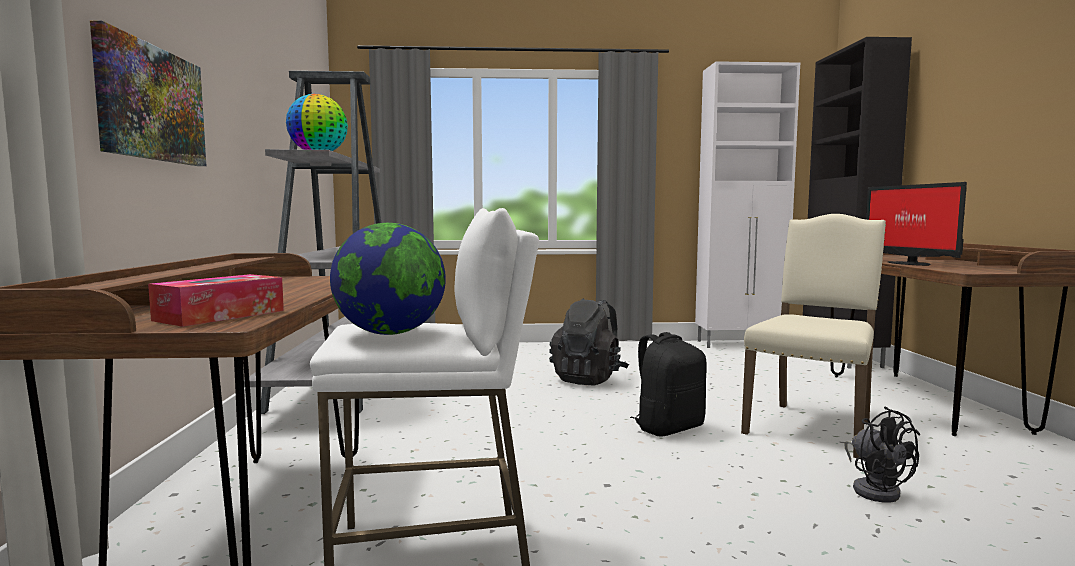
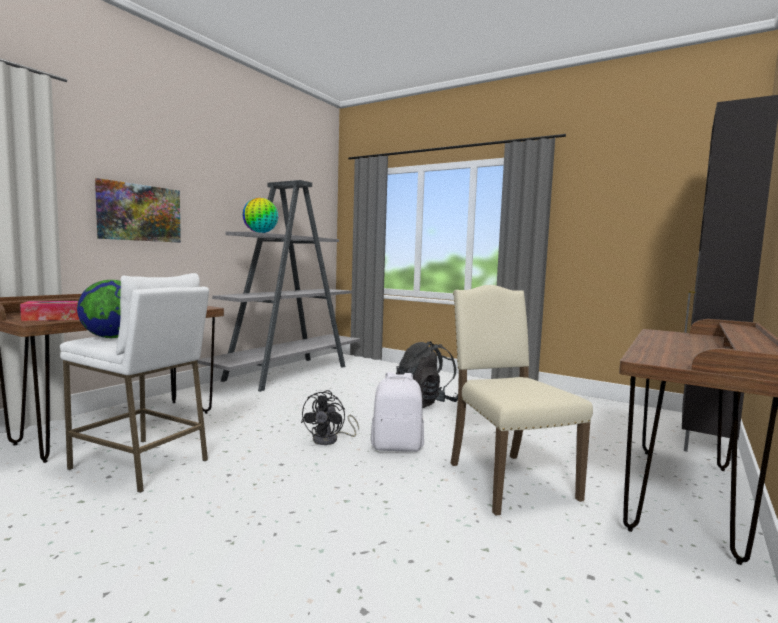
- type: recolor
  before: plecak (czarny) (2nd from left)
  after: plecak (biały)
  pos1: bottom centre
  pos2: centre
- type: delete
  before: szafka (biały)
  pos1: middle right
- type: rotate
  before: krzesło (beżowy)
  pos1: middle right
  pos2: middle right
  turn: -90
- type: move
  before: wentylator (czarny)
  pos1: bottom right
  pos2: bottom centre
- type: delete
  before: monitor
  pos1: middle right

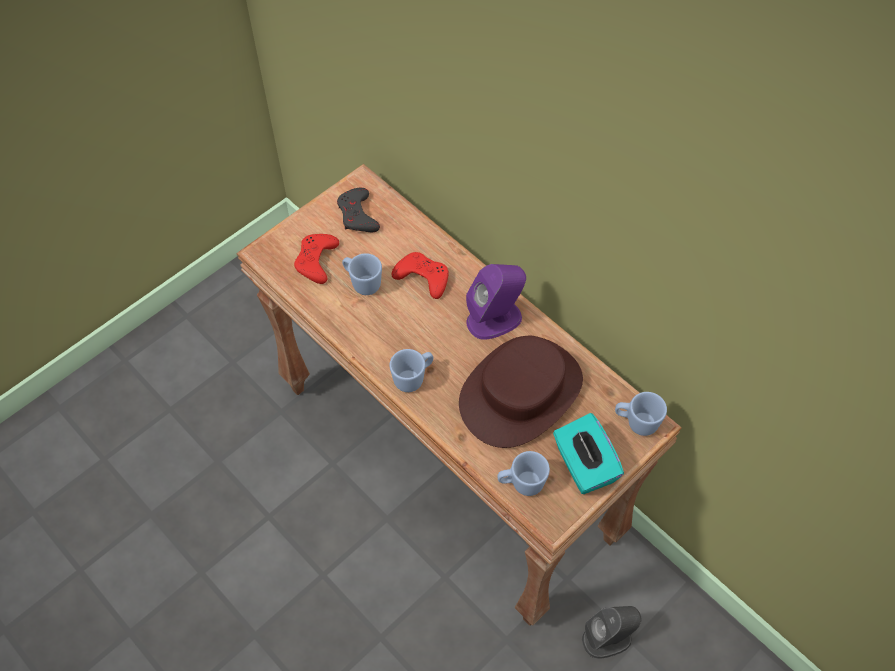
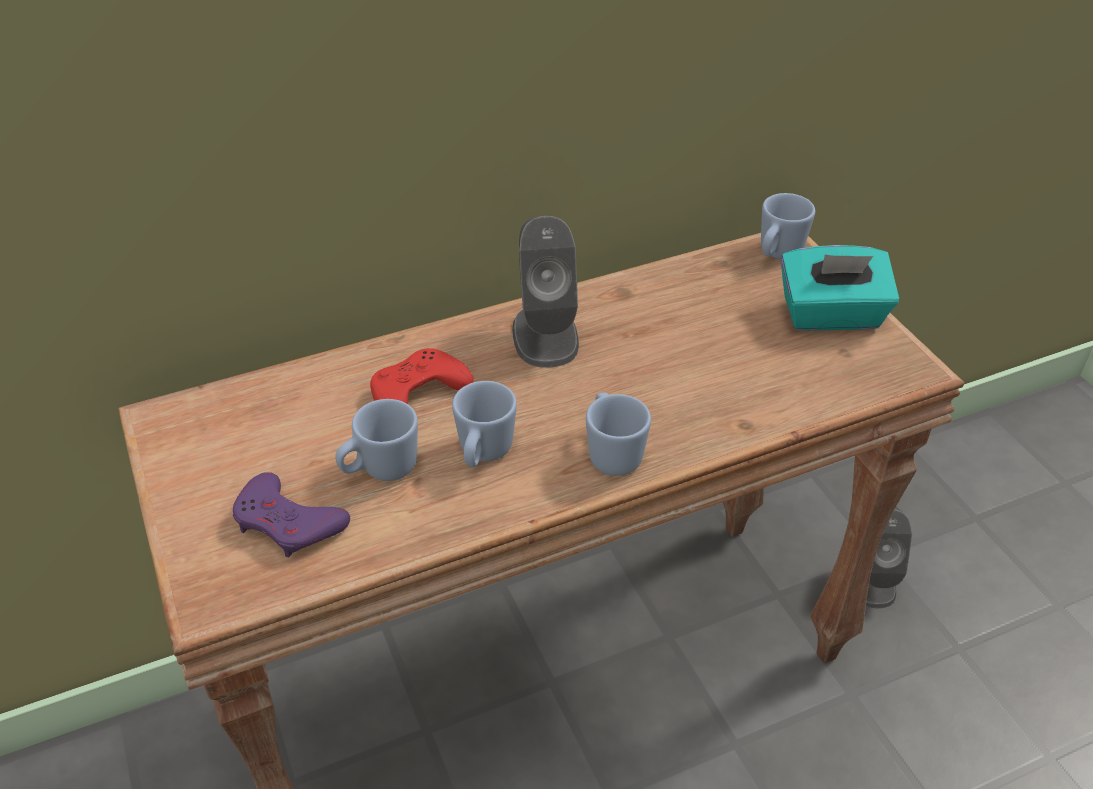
- type: recolor
  before: pad do gier (czerwony) (1st from left)
  after: pad do gier (fioletowy)
  pos1: centre
  pos2: middle left
- type: delete
  before: pad do gier (szary)
  pos1: top centre
- type: delete
  before: kapelusz (brązowy)
  pos1: centre
- type: recolor
  before: głośnik (fioletowy)
  after: głośnik (szary) (1st from left)
  pos1: centre
  pos2: centre
- type: move
  before: kubek (niebieski) (3rd from left in the first image)
  after: kubek (niebieski) (2nd from left)
  pos1: bottom centre
  pos2: centre

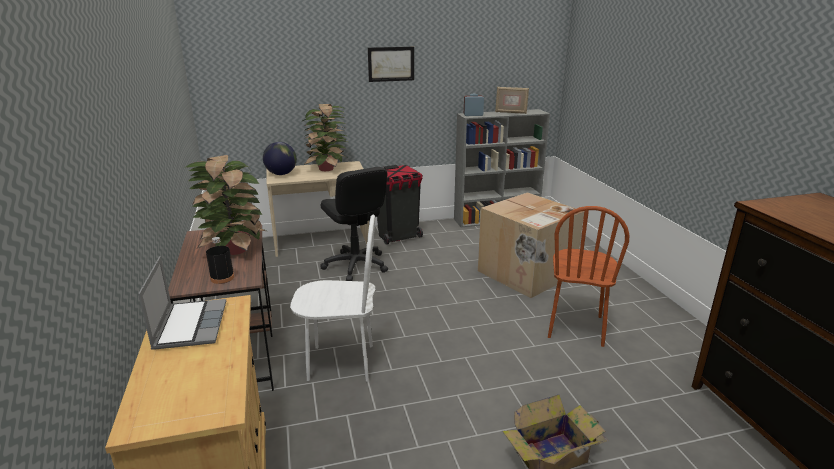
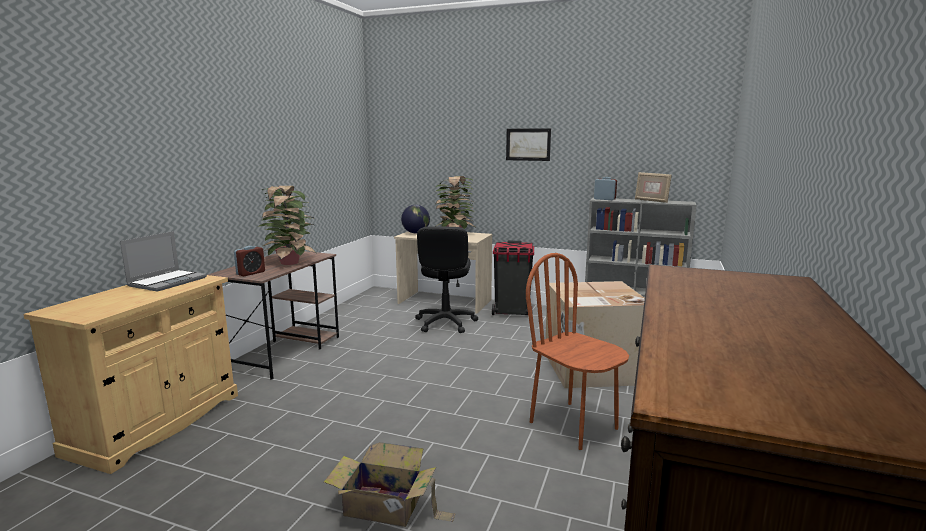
- type: replace
  before: butelka (czarny)
  after: budzik (1st from left)
  pos1: middle left
  pos2: middle left
- type: delete
  before: krzesło (biały)
  pos1: centre
- type: rotate
  before: krzesło (brązowy)
  pos1: middle right
  pos2: centre
  turn: 90

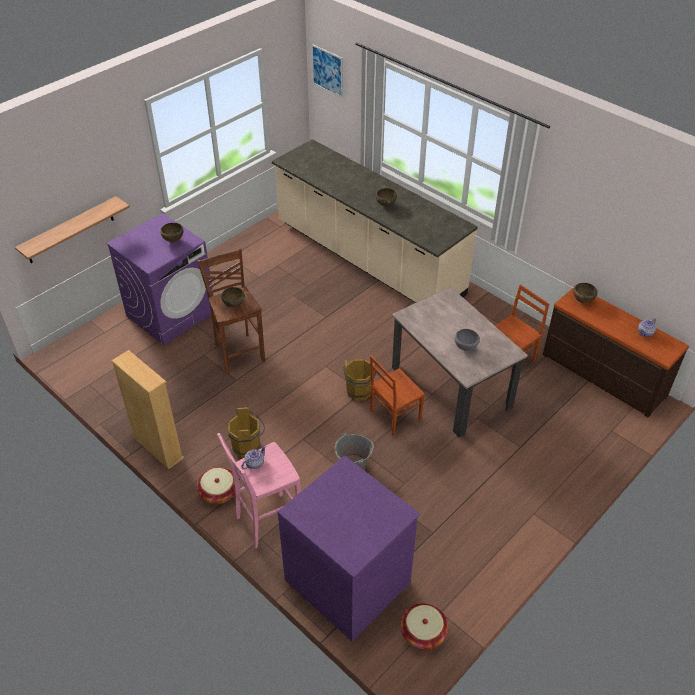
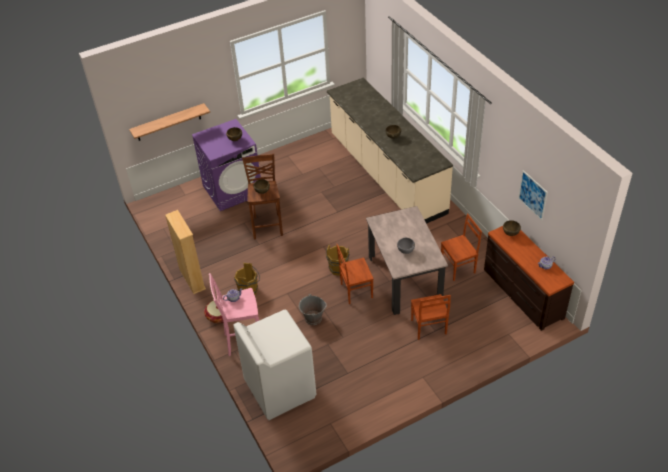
- type: replace
  before: komoda (fioletowy)
  after: pralka (biały)
  pos1: bottom centre
  pos2: bottom centre
- type: move
  before: obraz
  pos1: top centre
  pos2: middle right
- type: delete
  before: koszyk (2nd from left)
  pos1: bottom centre
- type: insert
  after: krzesło (brązowy) (2nd from left)
  pos2: bottom centre

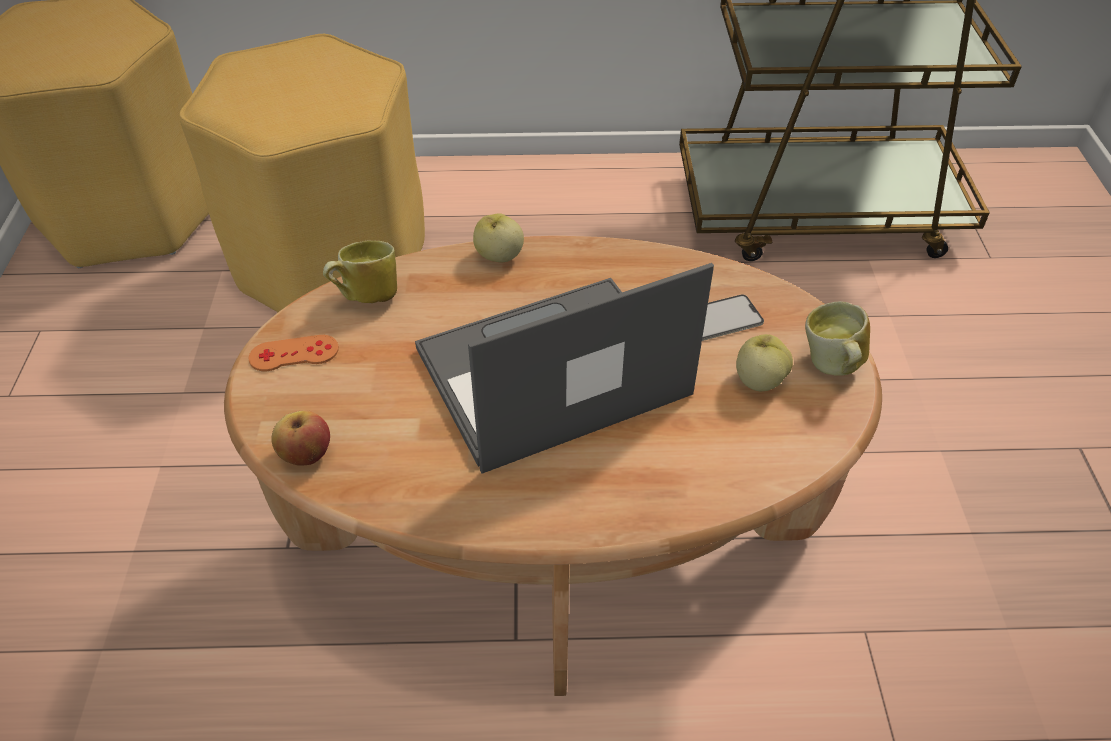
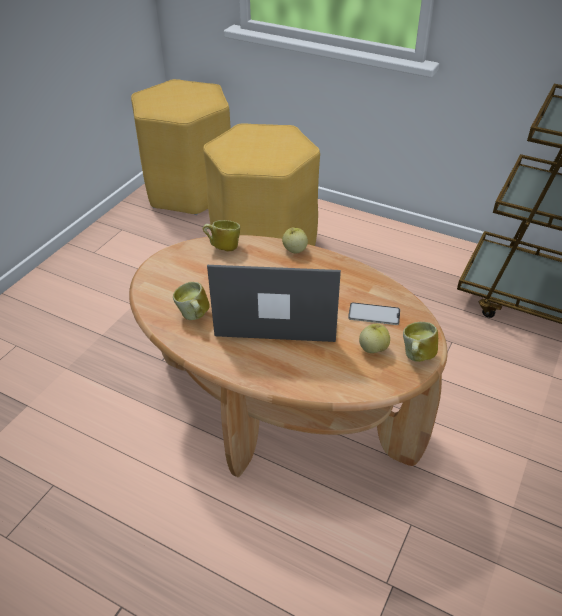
- type: delete
  before: pad do gier (pomarańczowy)
  pos1: middle left
- type: delete
  before: jabłko (1st from left)
  pos1: middle left
- type: insert
  after: kubek (1st from left)
  pos2: centre

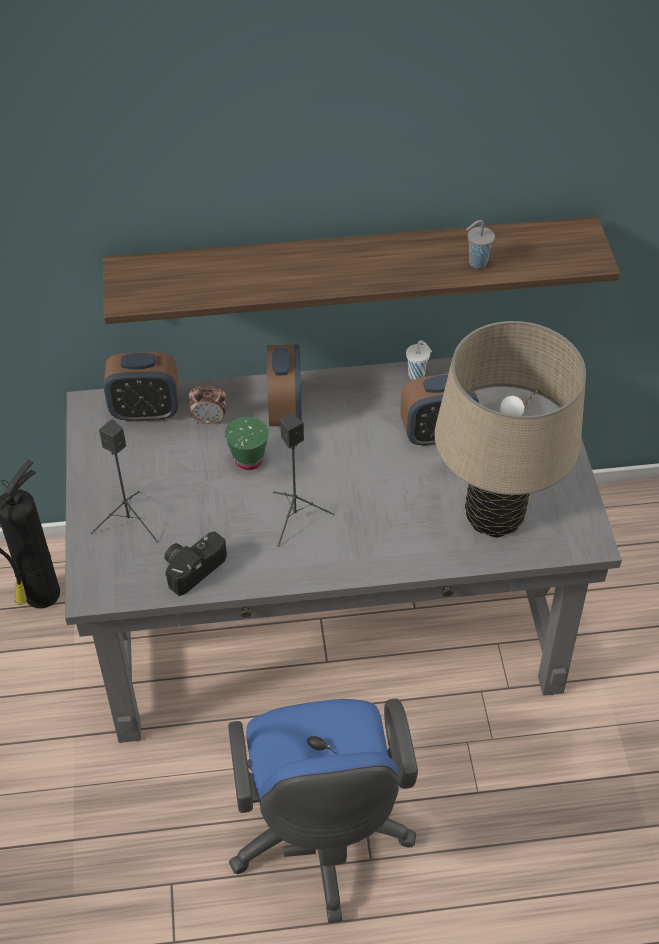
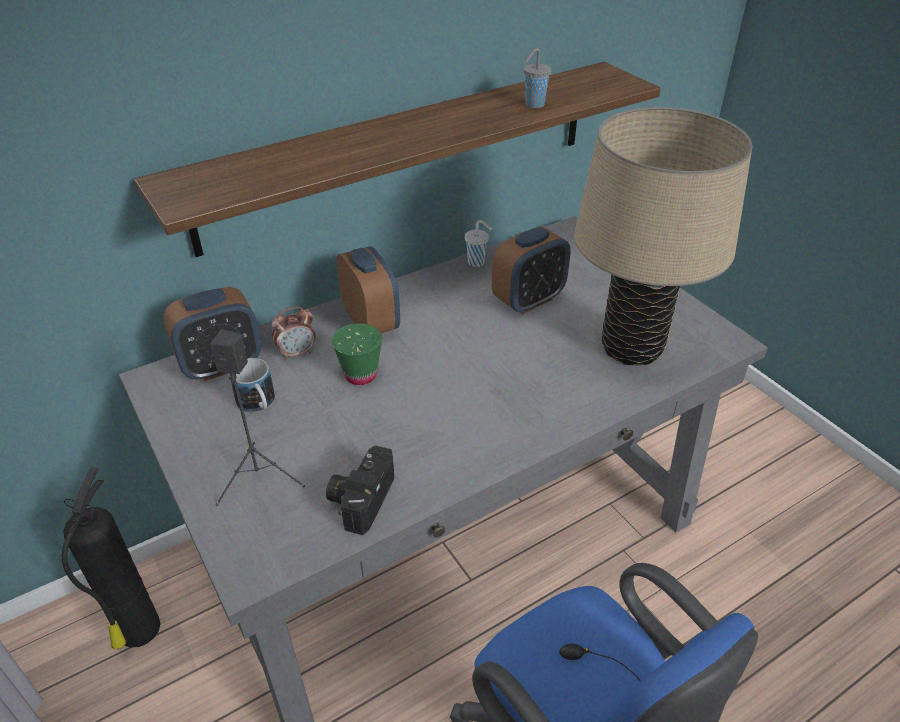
- type: delete
  before: głośnik (czarny) (2nd from left)
  pos1: centre
- type: insert
  after: kubek
  pos2: middle left

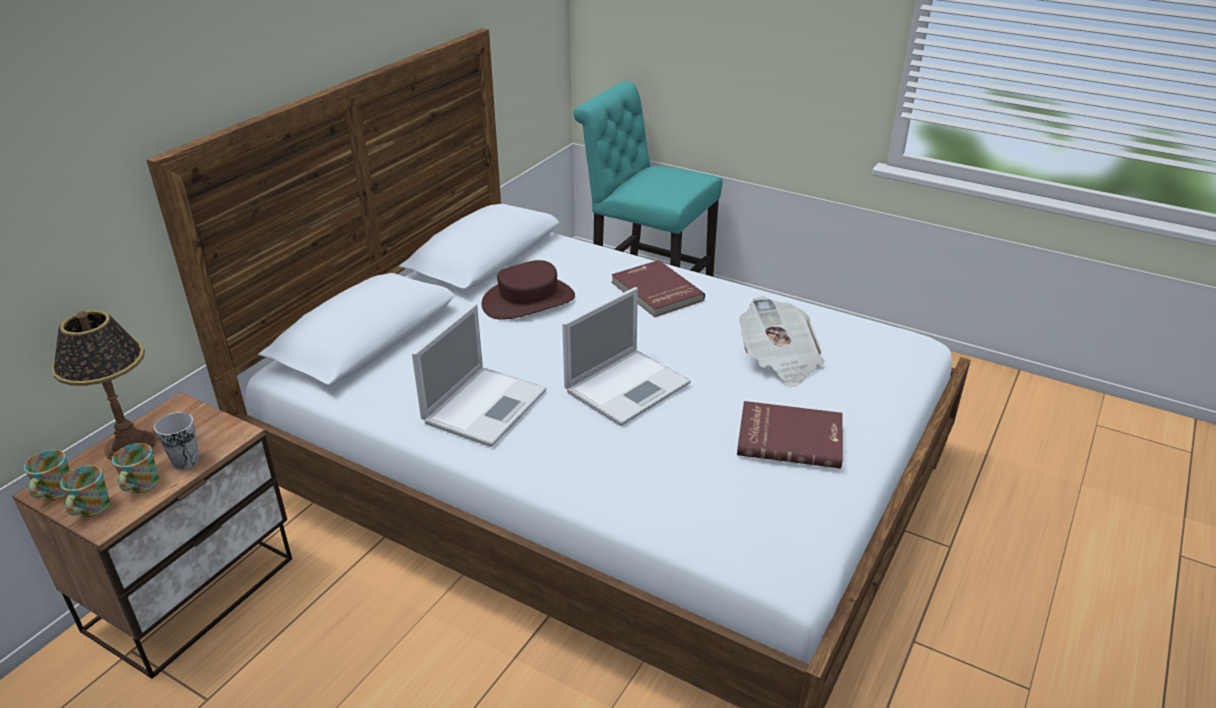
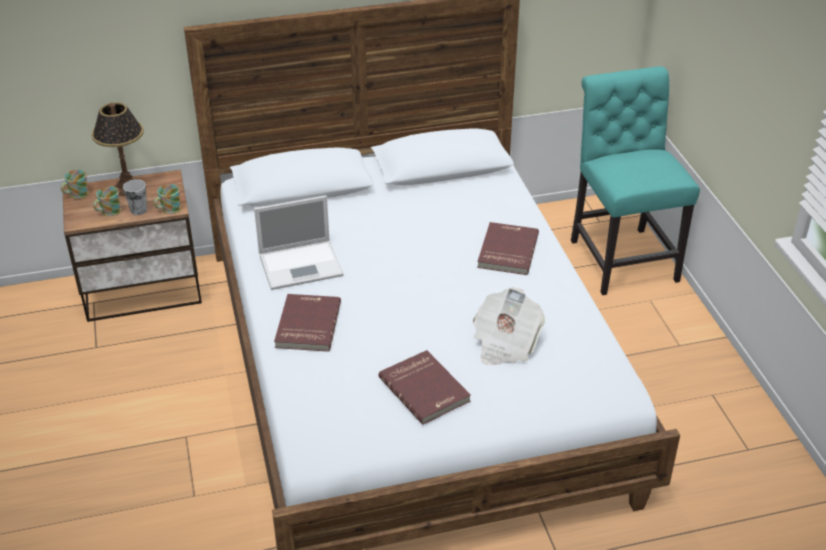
- type: move
  before: kubek (2nd from left in the first image)
  after: kubek (3rd from left)
  pos1: bottom left
  pos2: middle left
- type: delete
  before: kapelusz (brązowy)
  pos1: centre
- type: delete
  before: laptop (2nd from left)
  pos1: centre
- type: insert
  after: książka (czerwony) (1st from left)
  pos2: centre

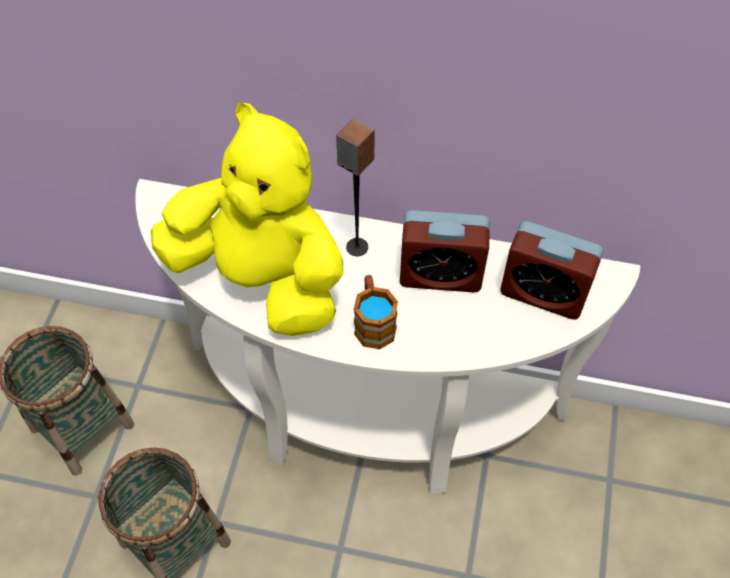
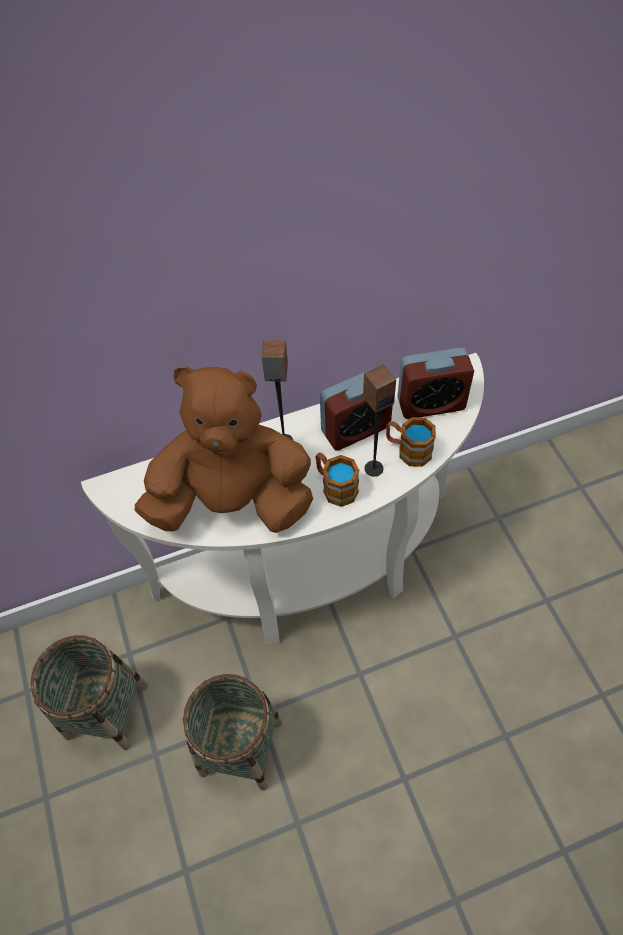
- type: recolor
  before: pluszak (żółty)
  after: pluszak (brązowy)
  pos1: centre
  pos2: centre
- type: insert
  after: głośnik (2nd from left)
  pos2: centre
- type: insert
  after: kubek (2nd from left)
  pos2: centre

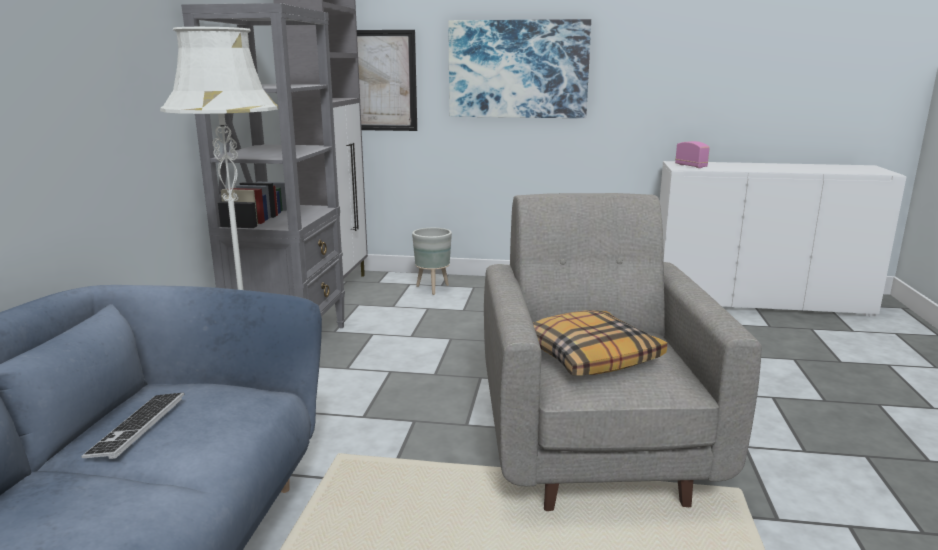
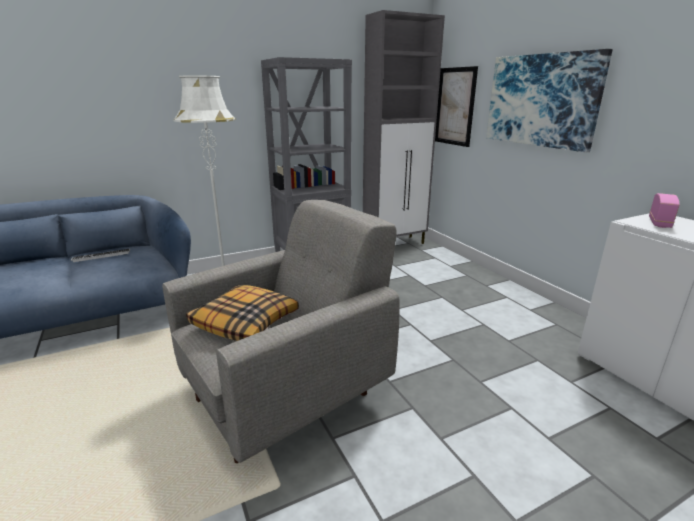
- type: delete
  before: donica (szary)
  pos1: centre

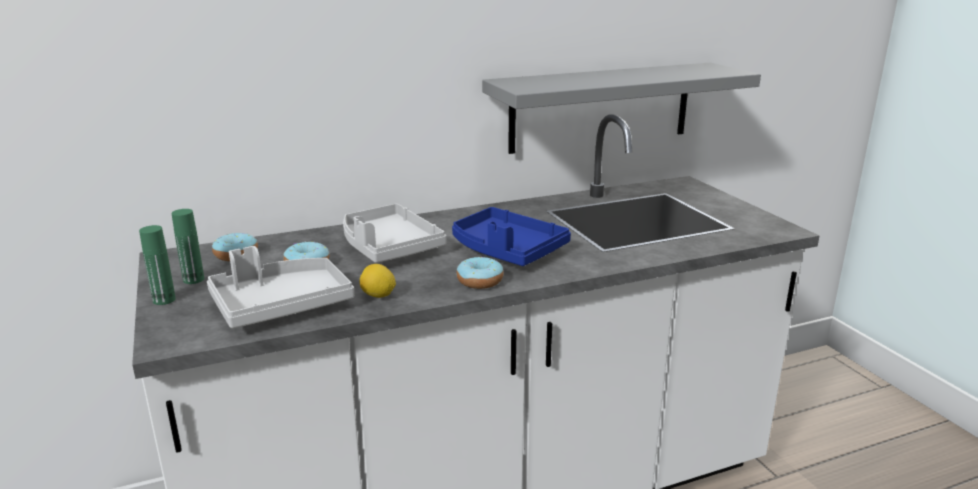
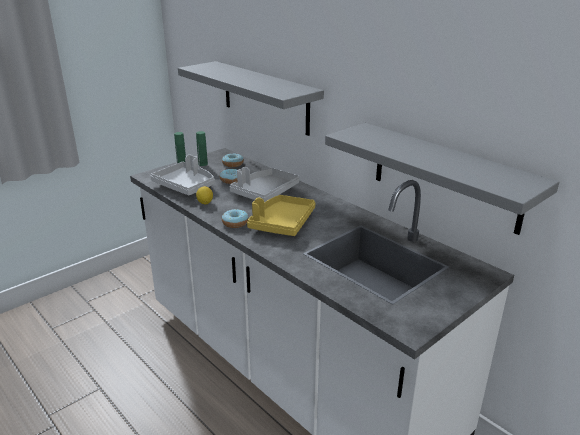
- type: recolor
  before: taca (niebieski)
  after: taca (żółty)
  pos1: centre
  pos2: centre
- type: insert
  after: półka (szary) (1st from left)
  pos2: top centre

